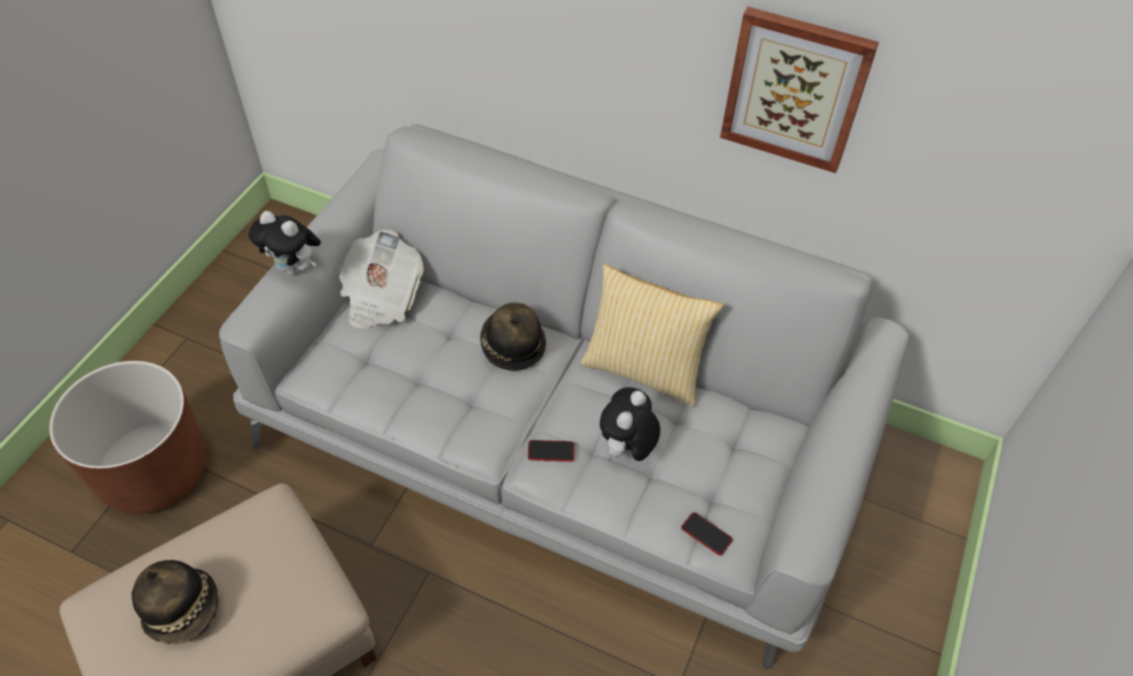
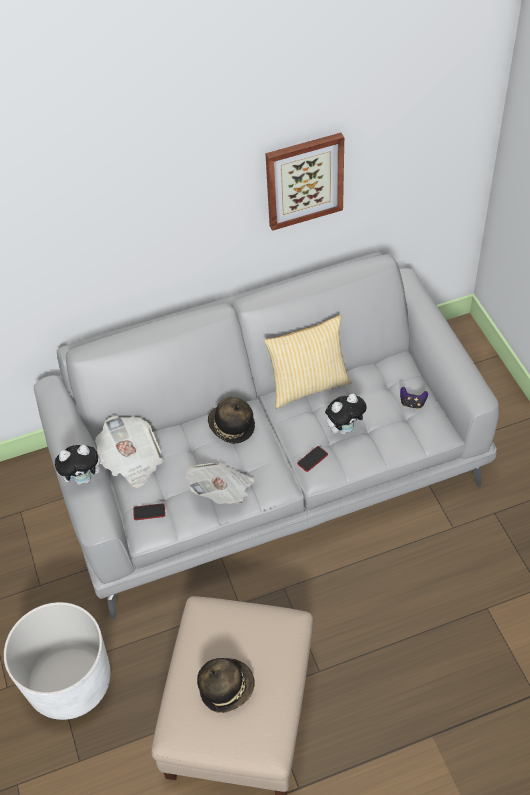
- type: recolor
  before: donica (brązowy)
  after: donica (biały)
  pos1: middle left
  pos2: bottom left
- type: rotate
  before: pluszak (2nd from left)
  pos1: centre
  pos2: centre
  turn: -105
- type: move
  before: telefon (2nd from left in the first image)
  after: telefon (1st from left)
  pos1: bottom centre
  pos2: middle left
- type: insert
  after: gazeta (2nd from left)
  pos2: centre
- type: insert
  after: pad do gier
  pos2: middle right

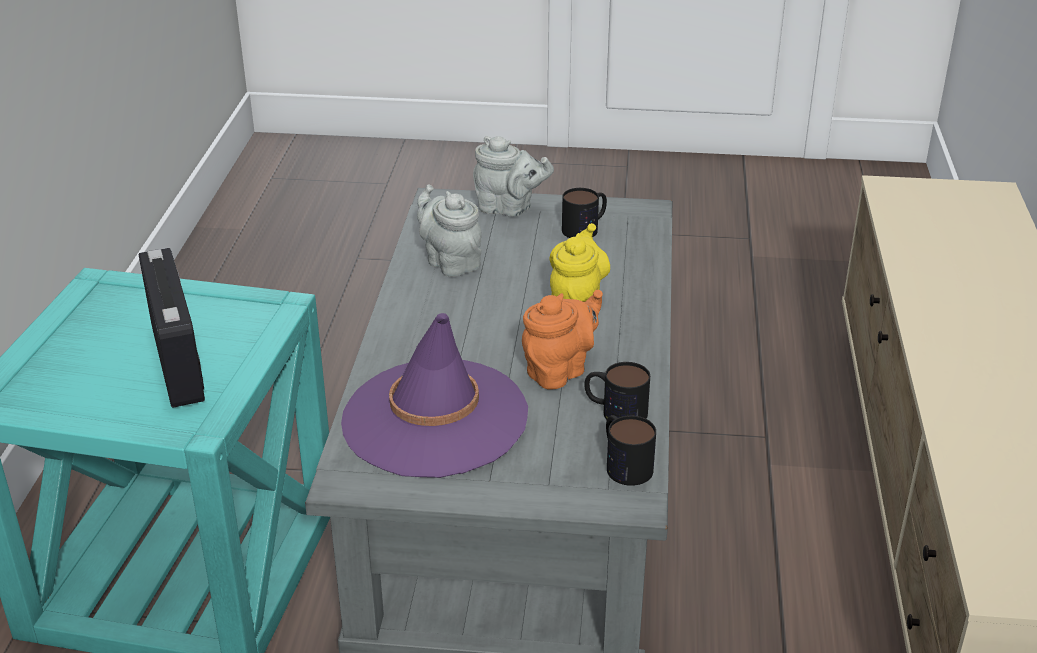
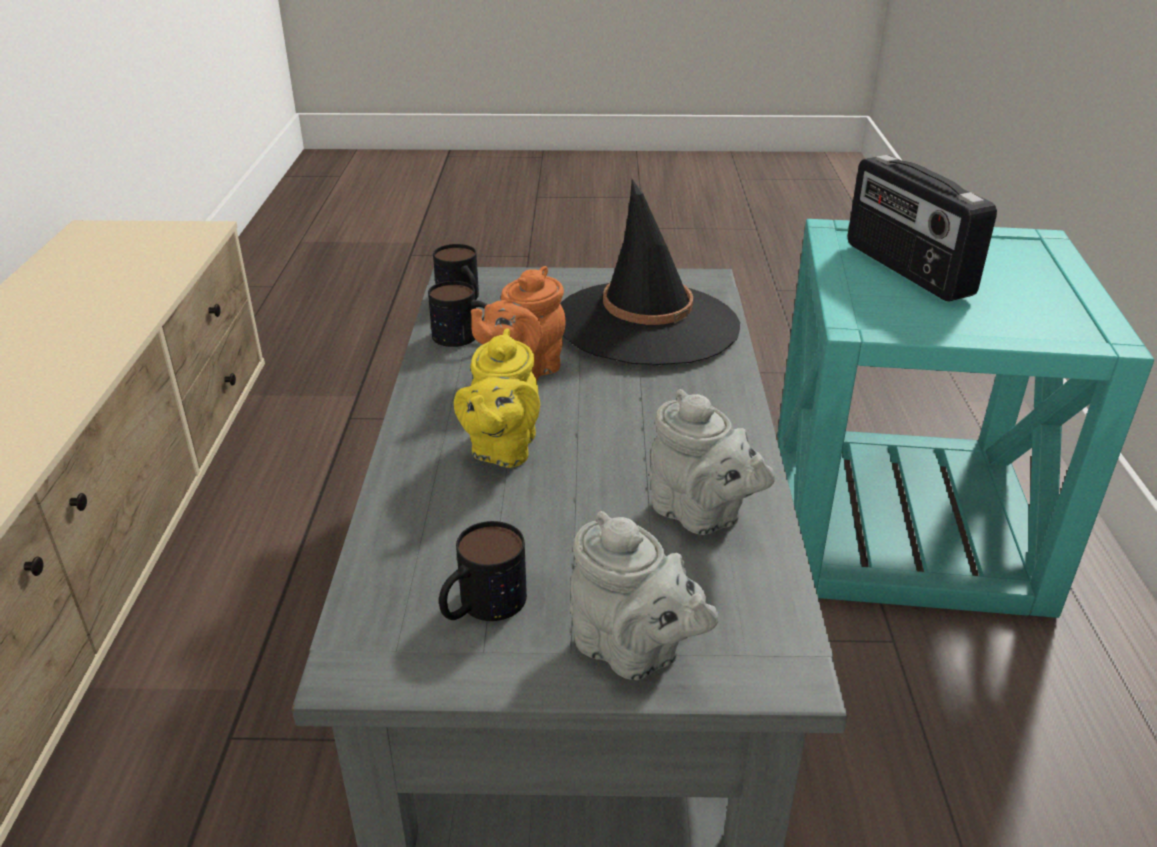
- type: recolor
  before: kapelusz (fioletowy)
  after: kapelusz (czarny)
  pos1: centre
  pos2: top centre
- type: rotate
  before: imbryk (szary) (2nd from left in the first image)
  pos1: top centre
  pos2: bottom centre
  turn: -150

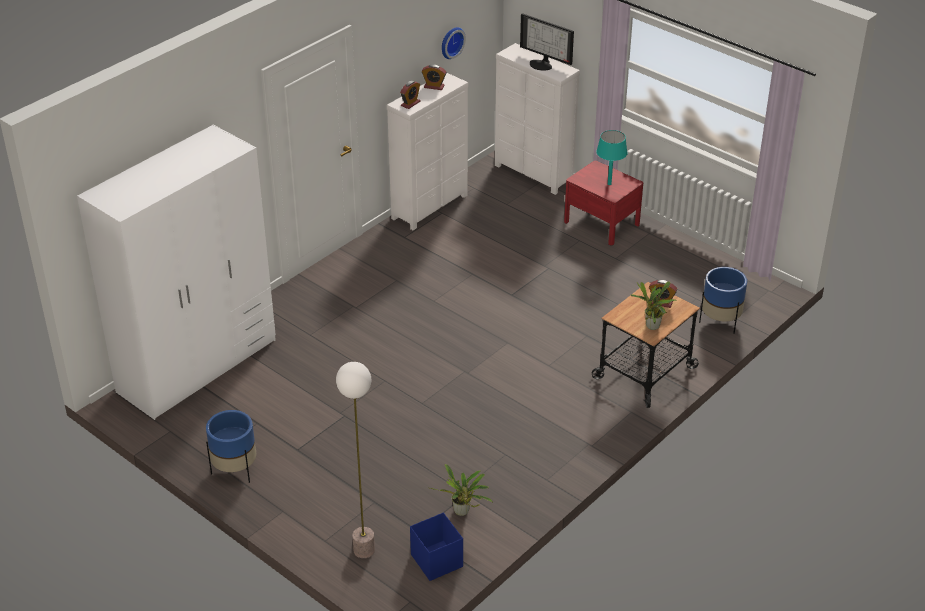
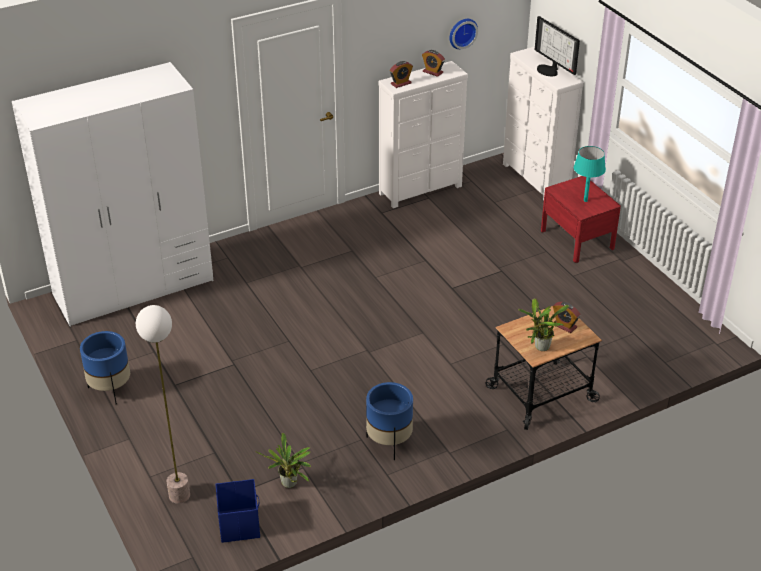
- type: move
  before: donica (niebieski) (2nd from left)
  pos1: middle right
  pos2: bottom centre

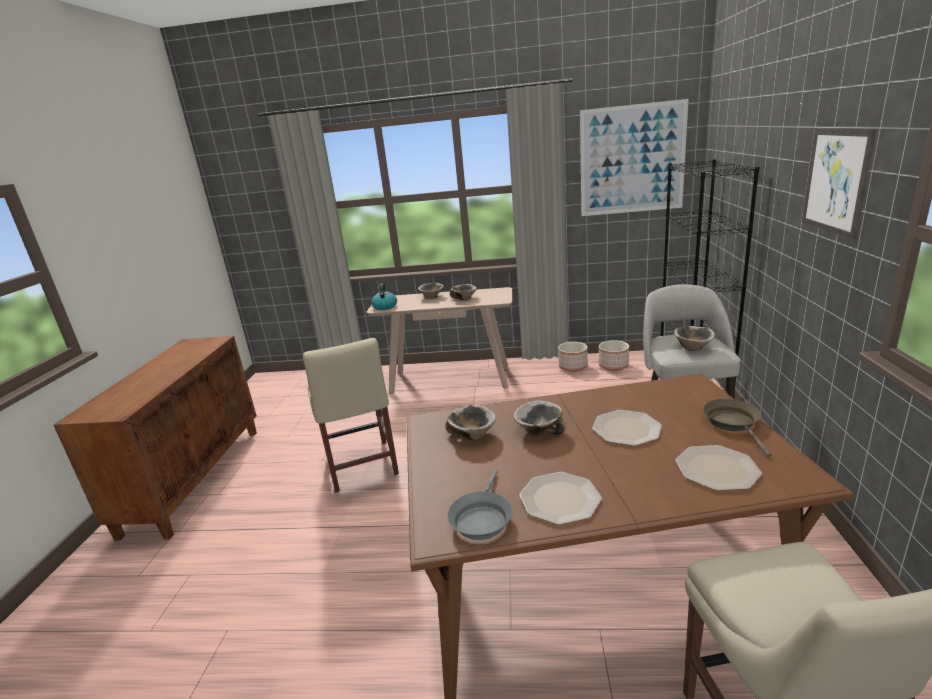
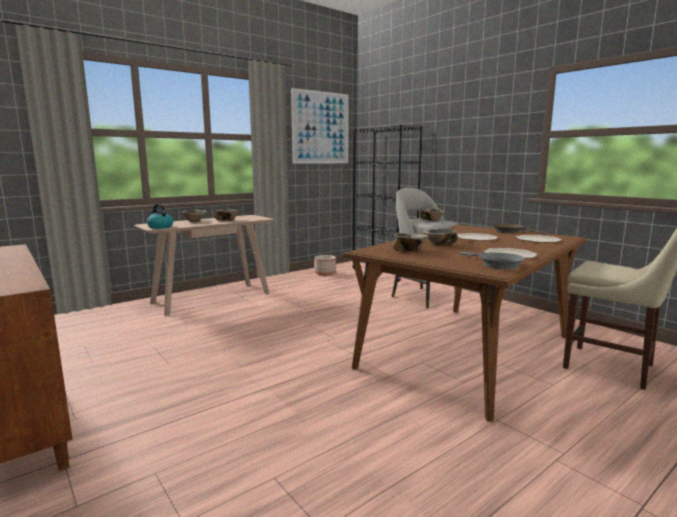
- type: delete
  before: krzesło (beżowy) (1st from left)
  pos1: centre
- type: delete
  before: donica (1st from left)
  pos1: centre
- type: delete
  before: obraz (2nd from left)
  pos1: top right

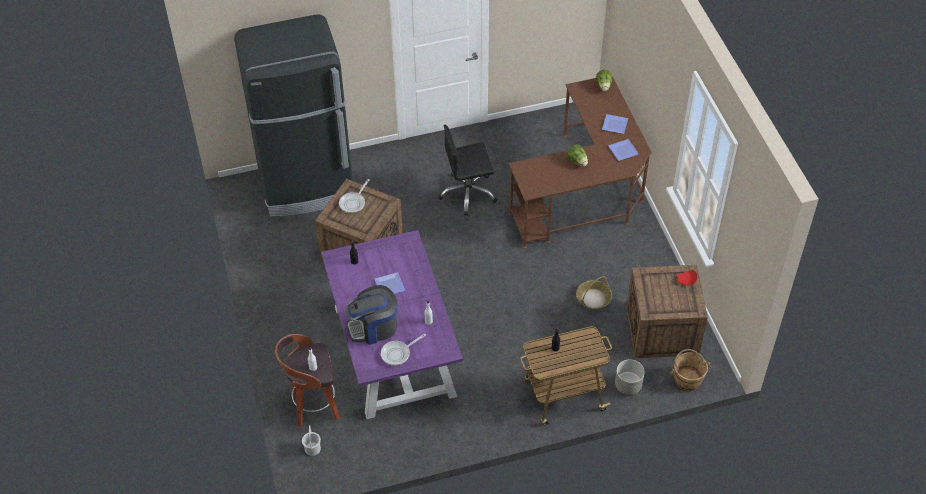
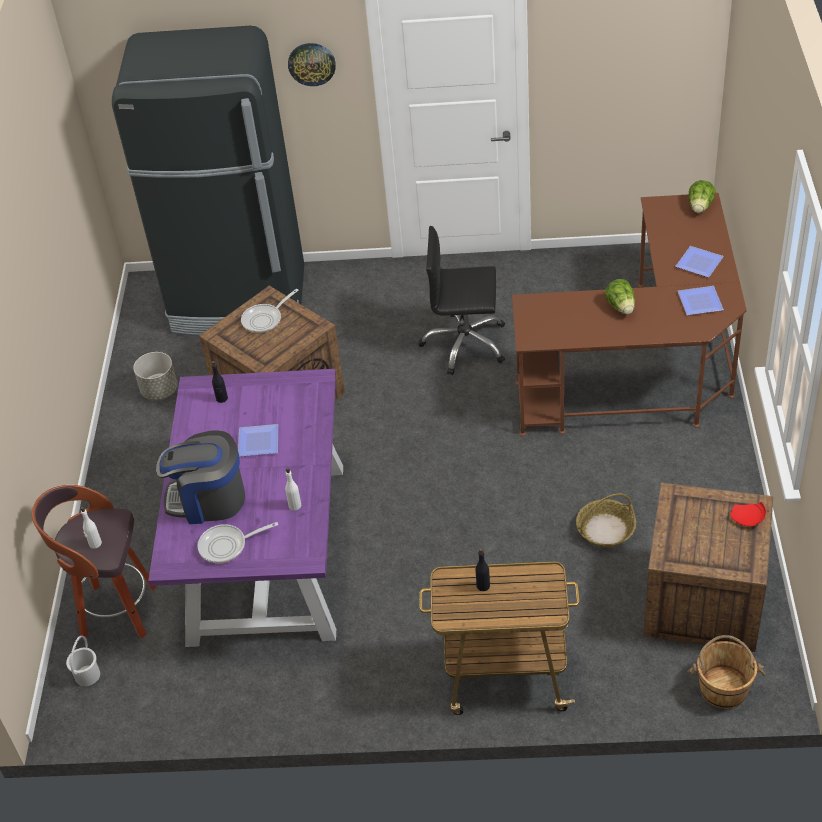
- type: move
  before: donica (szary)
  pos1: bottom right
  pos2: middle left
- type: insert
  after: zegar ścienny
  pos2: top centre

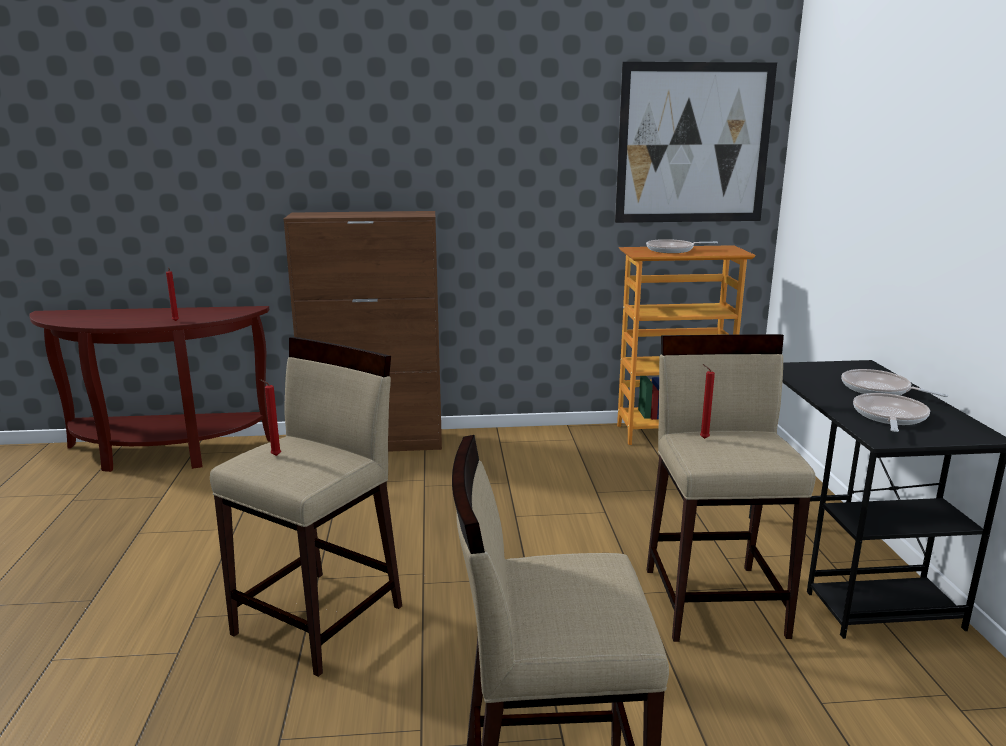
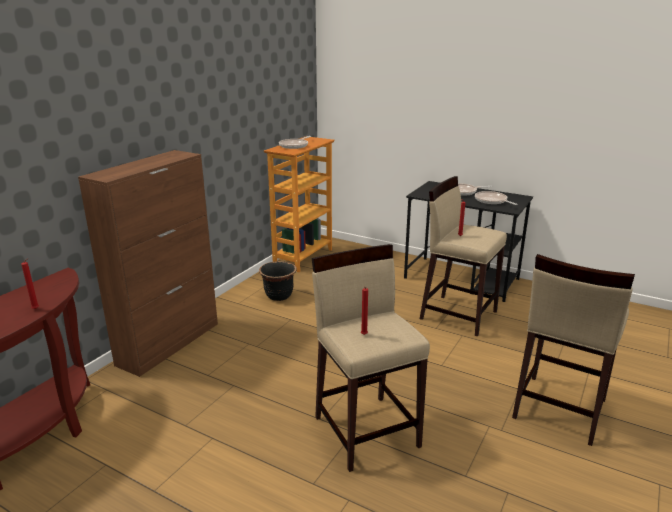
- type: delete
  before: obraz
  pos1: top right
- type: insert
  after: donica (czarny)
  pos2: centre

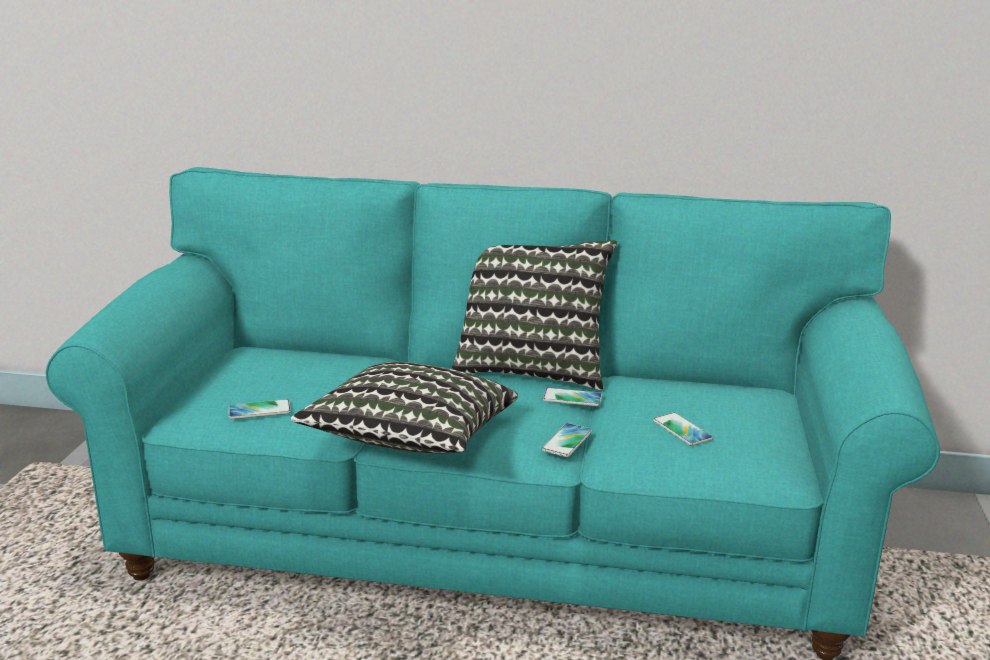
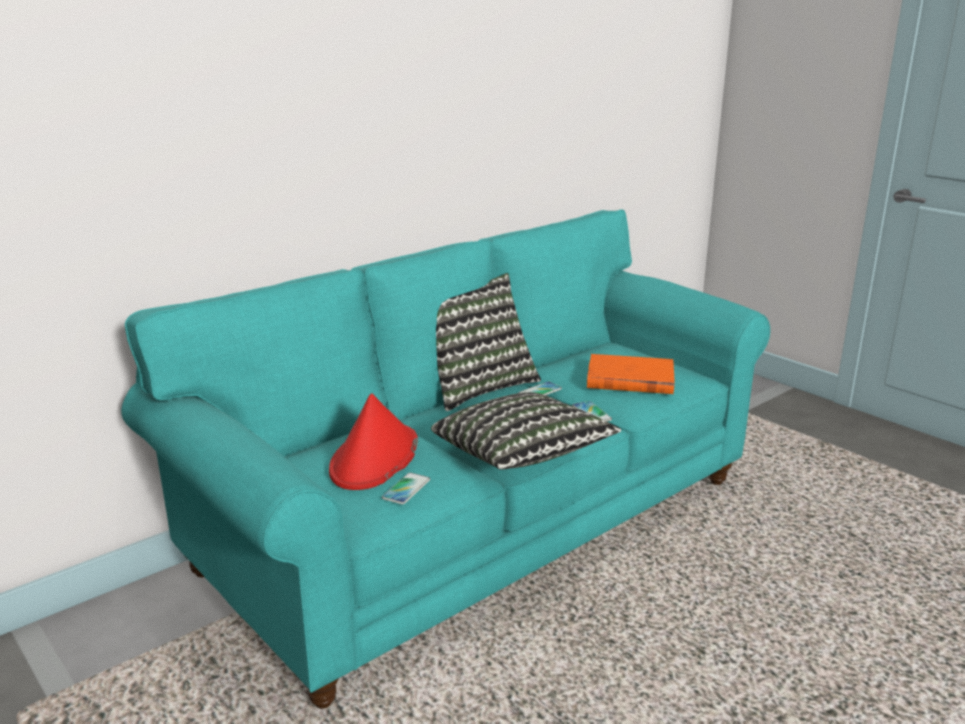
- type: replace
  before: telefon (4th from left)
  after: książka (pomarańczowy)
  pos1: middle right
  pos2: centre
- type: insert
  after: kapelusz (czerwony)
  pos2: centre

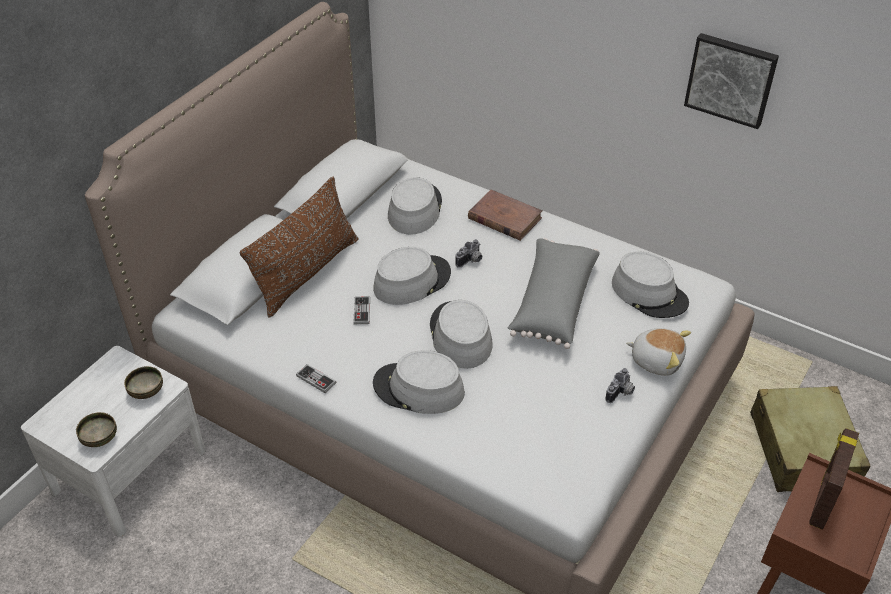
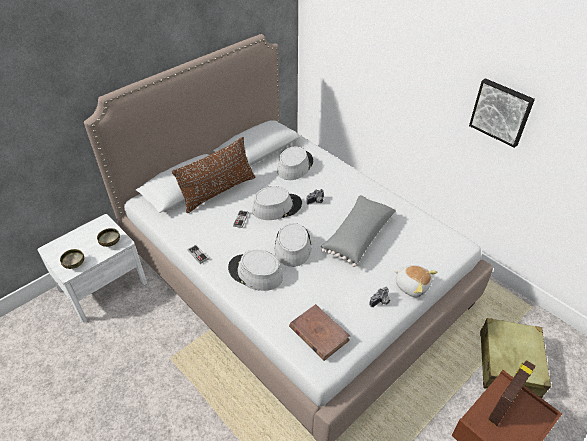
- type: move
  before: książka (brązowy)
  pos1: centre
  pos2: bottom centre
- type: delete
  before: kapelusz (szary) (5th from left)
  pos1: middle right

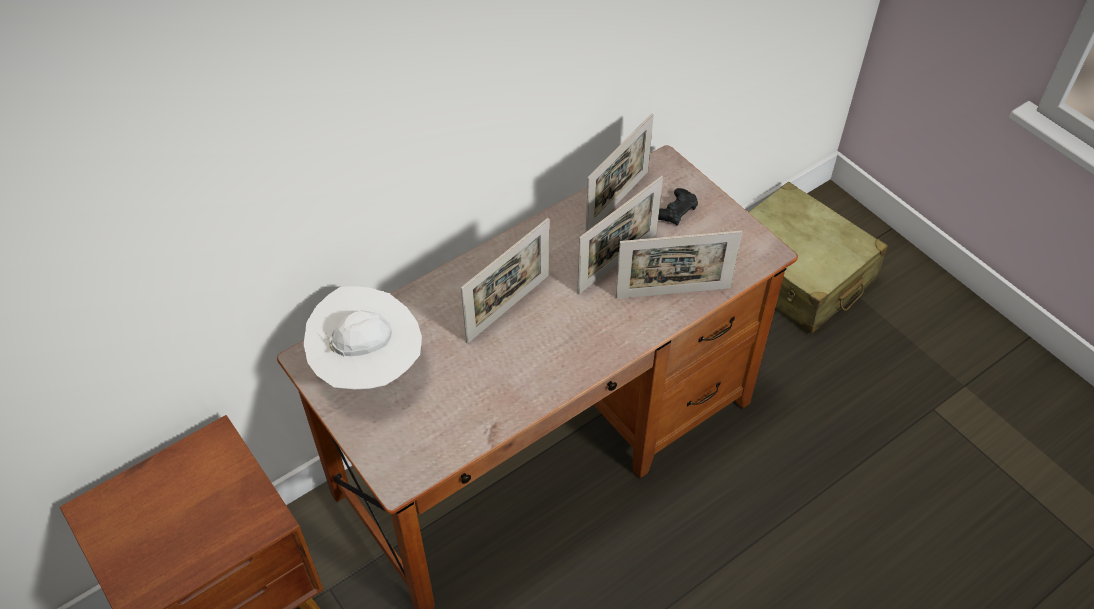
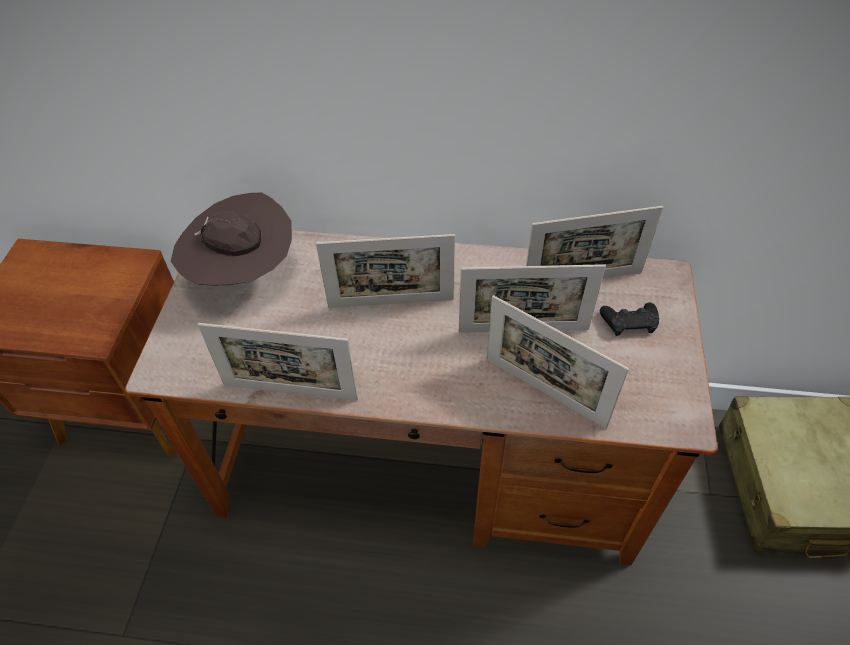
- type: recolor
  before: kapelusz (biały)
  after: kapelusz (brązowy)
  pos1: middle left
  pos2: middle left
- type: insert
  after: ramka na zdjęcie (1st from left)
  pos2: middle left

